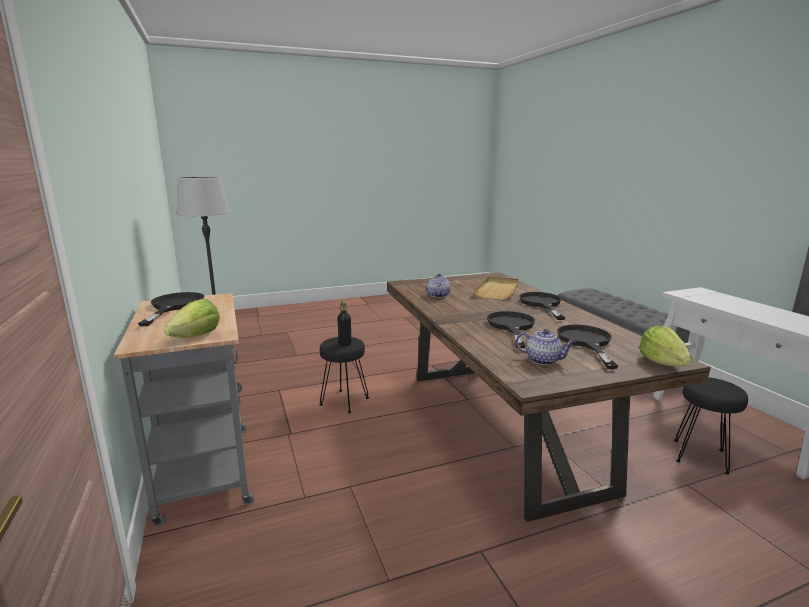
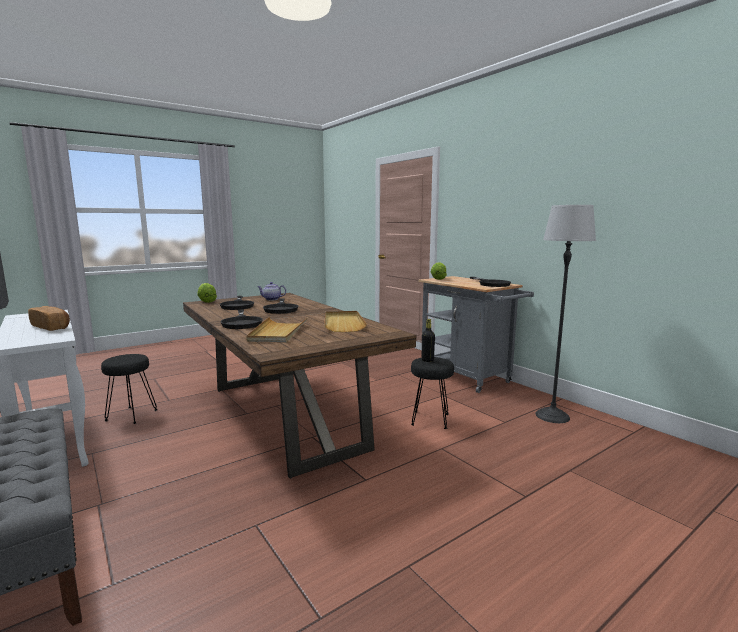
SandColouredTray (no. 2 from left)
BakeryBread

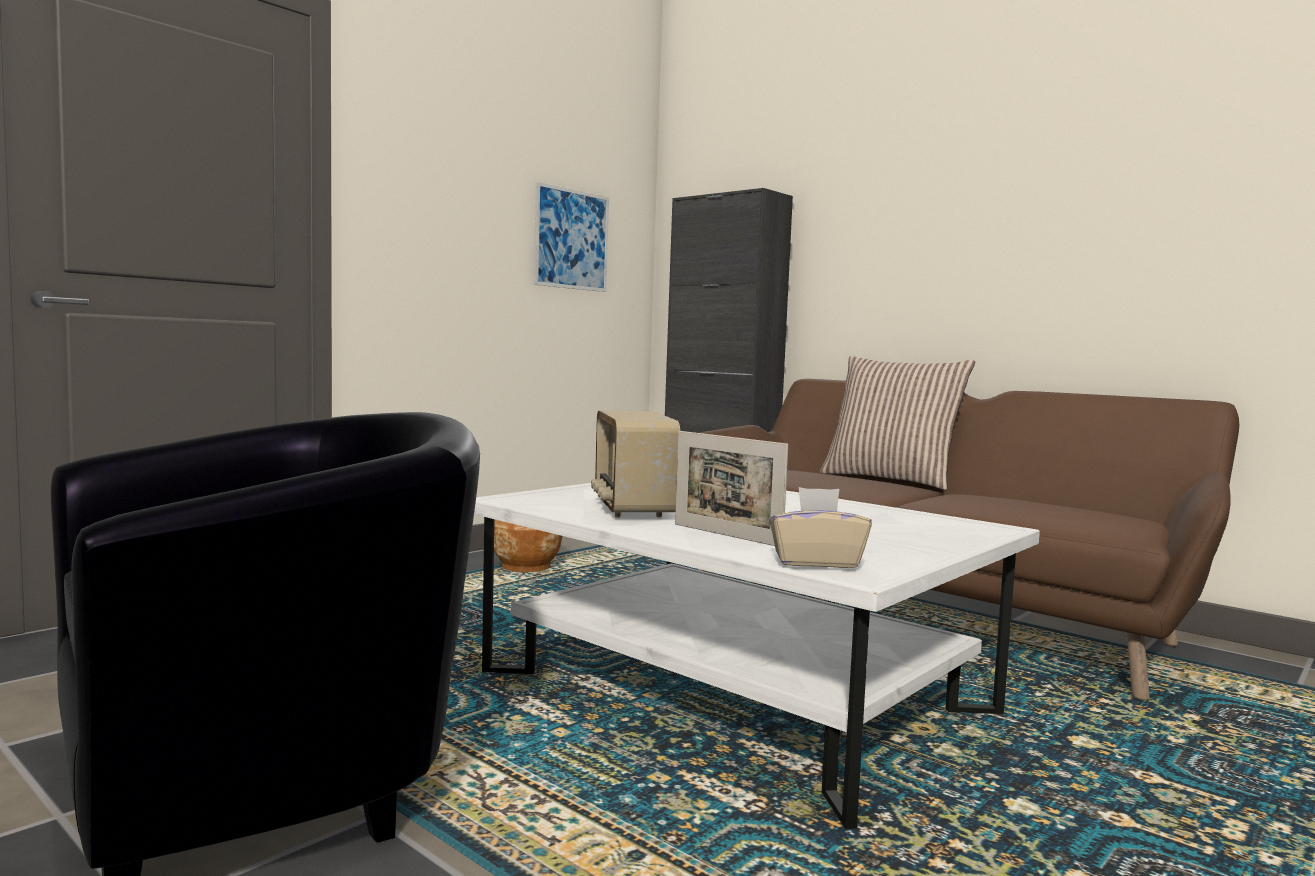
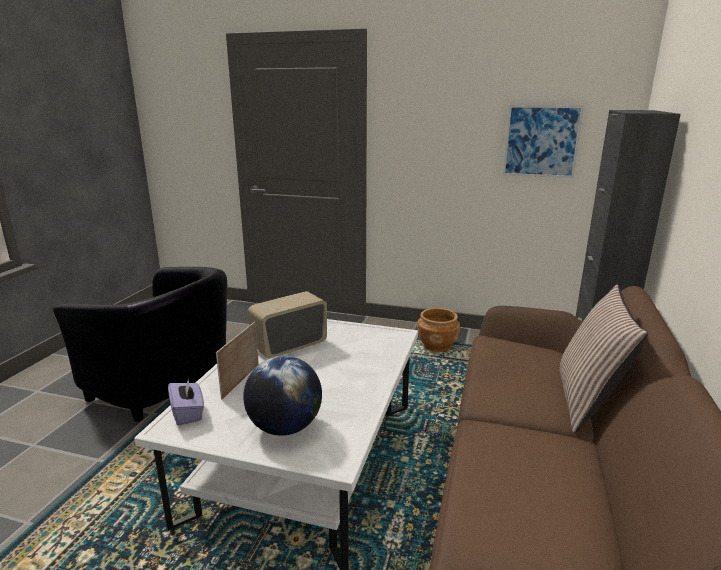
PurpleColouredBoxOfTissues
Globe

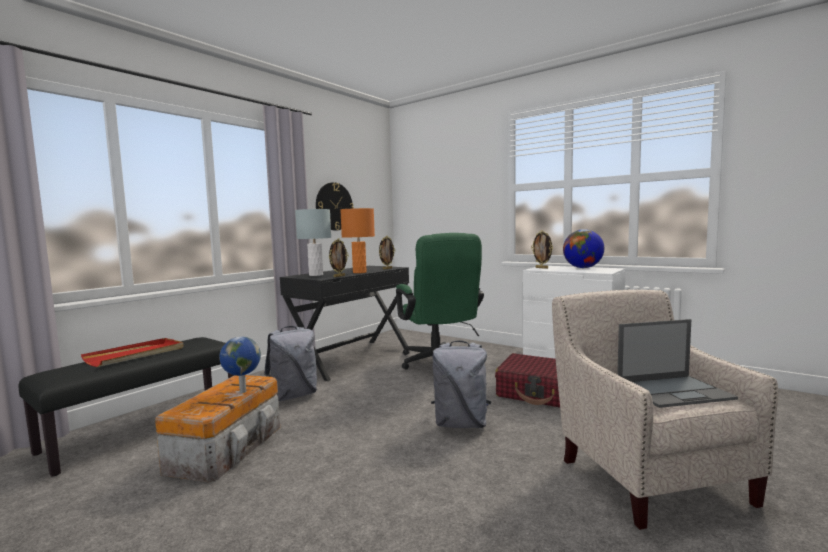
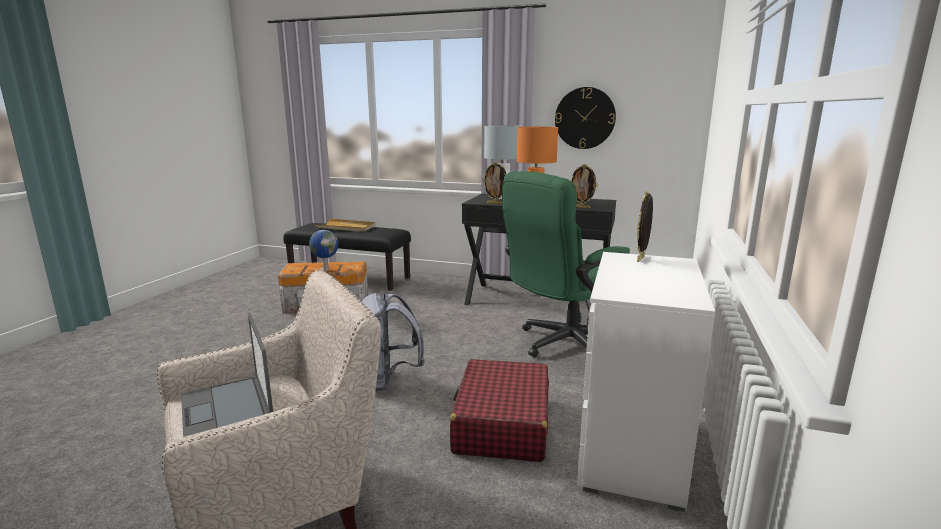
Globe (no. 2 from left in the first image)
GreyKnapsack (no. 1 from left in the first image)
SandColouredTray

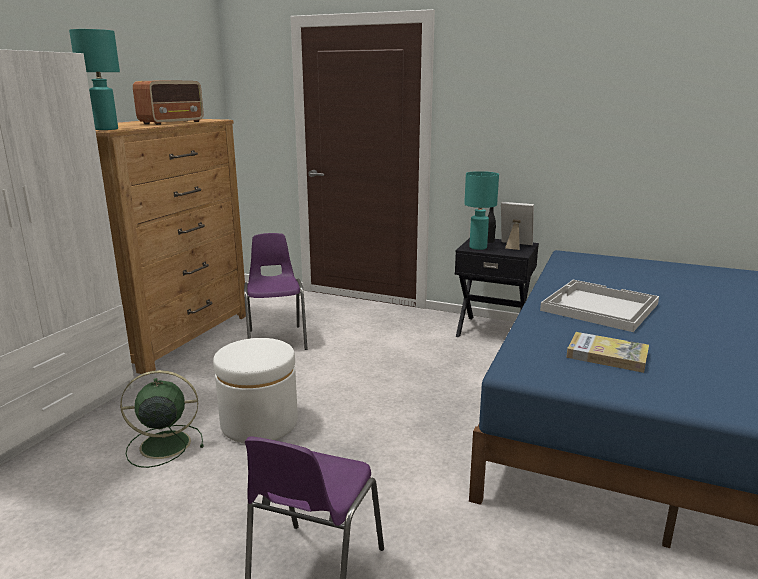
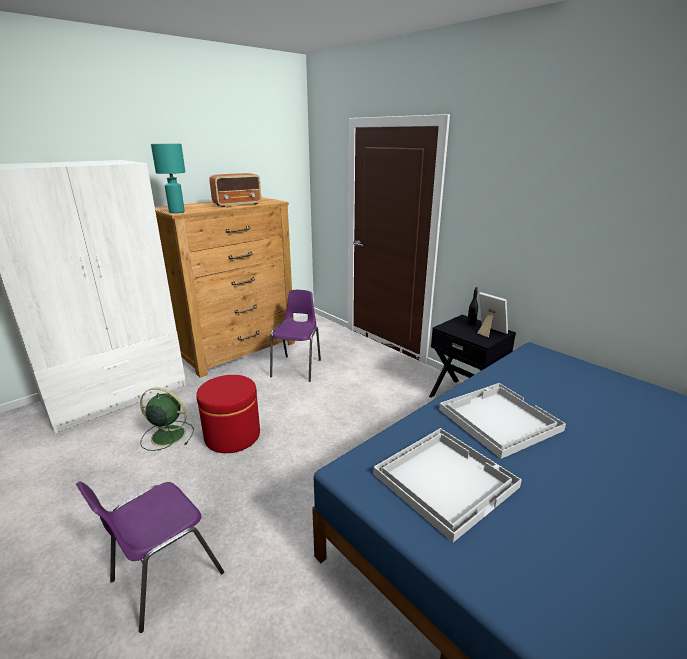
BlueGreenLampForATable (no. 2 from left in the first image)
WhitishTray (no. 1 from left)
ReddishFootrest

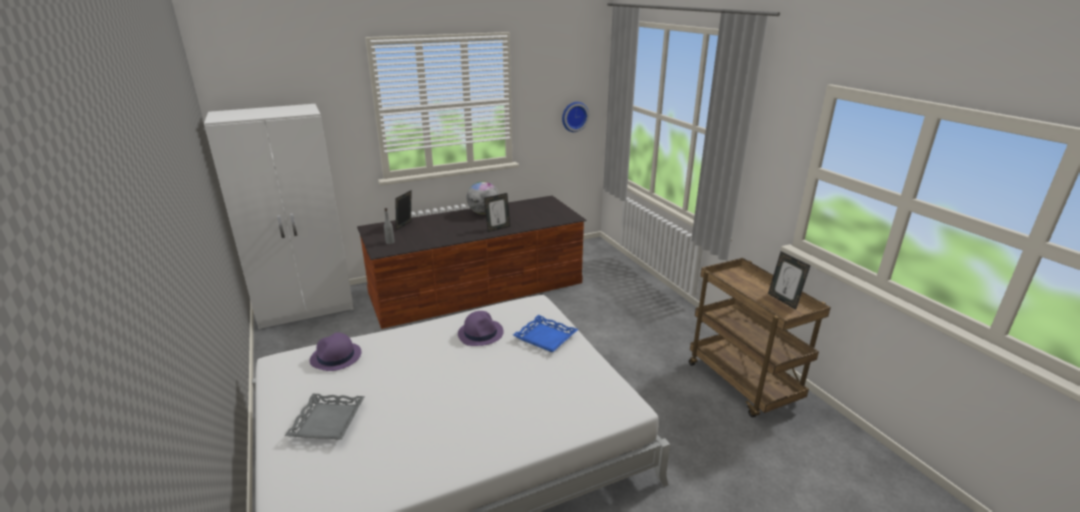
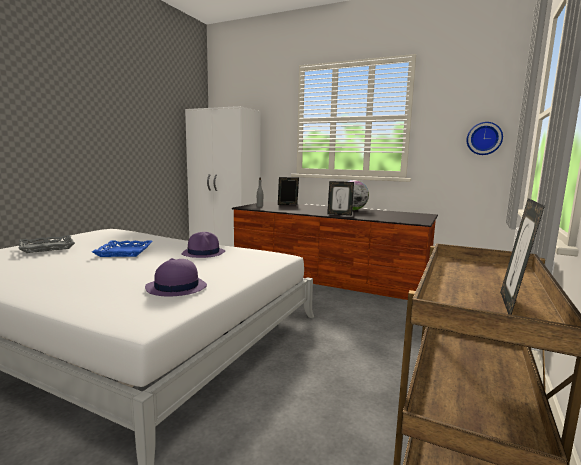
BluishTray
PurpleColouredClothingHat (no. 1 from left)

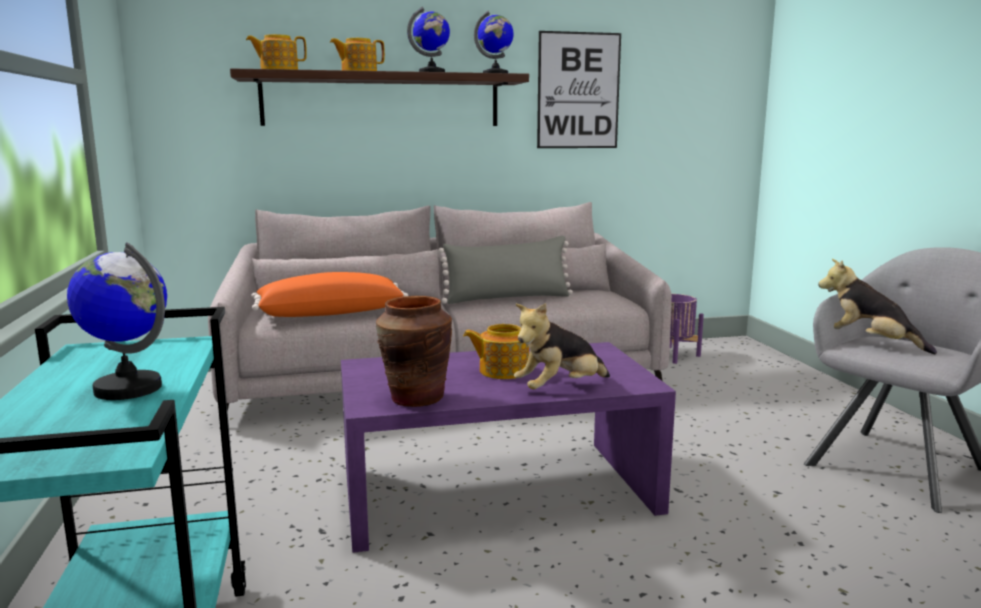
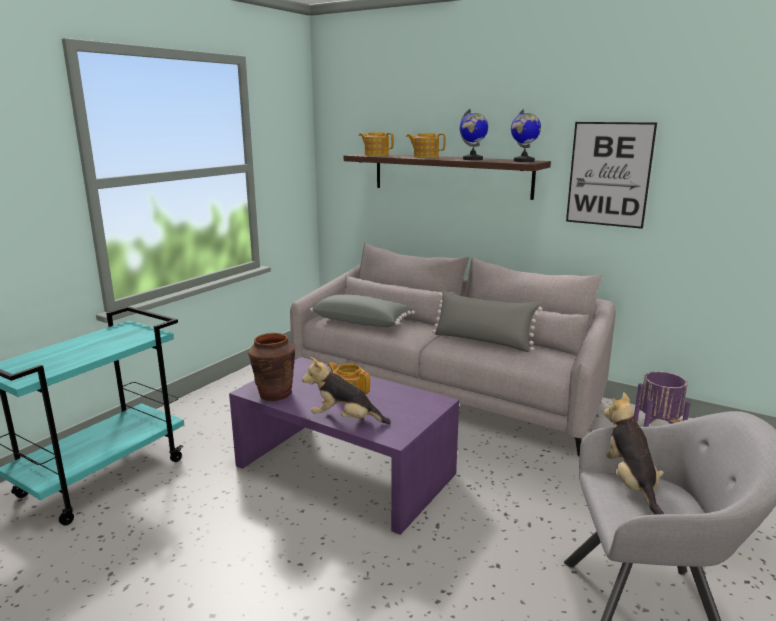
Globe (no. 1 from left in the first image)
GreyThrowPillow (no. 1 from left)

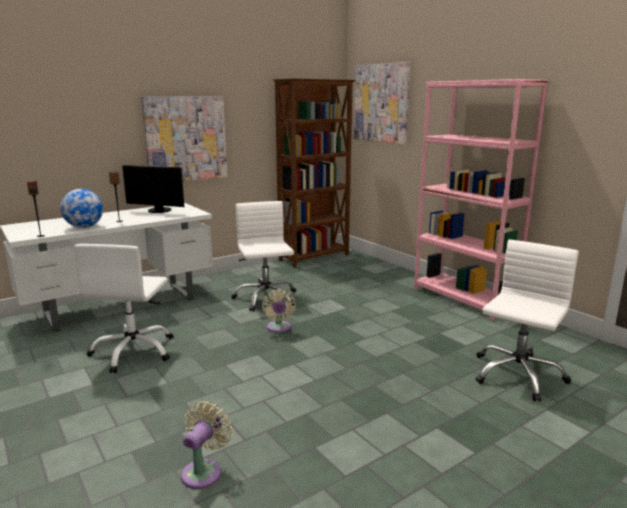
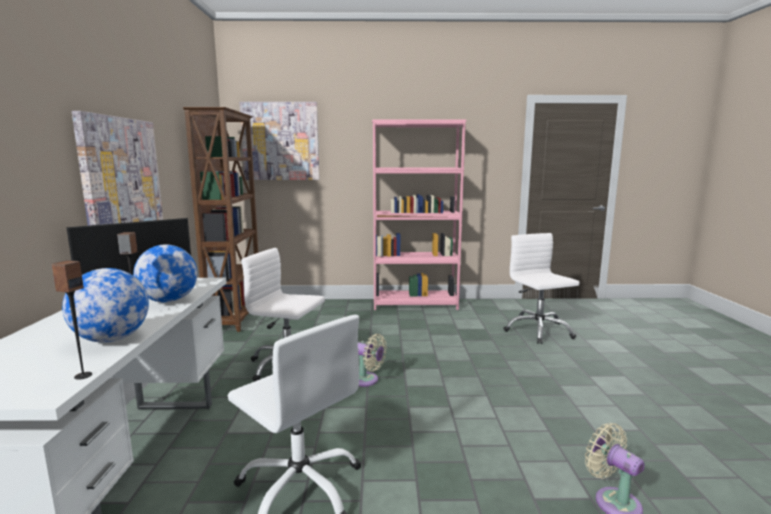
Globe (no. 2 from left)

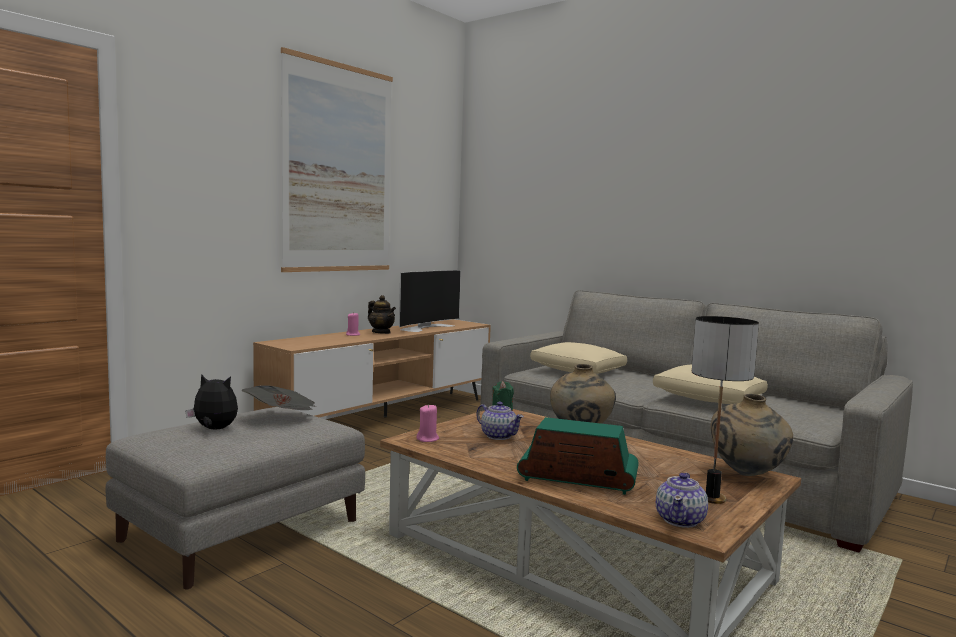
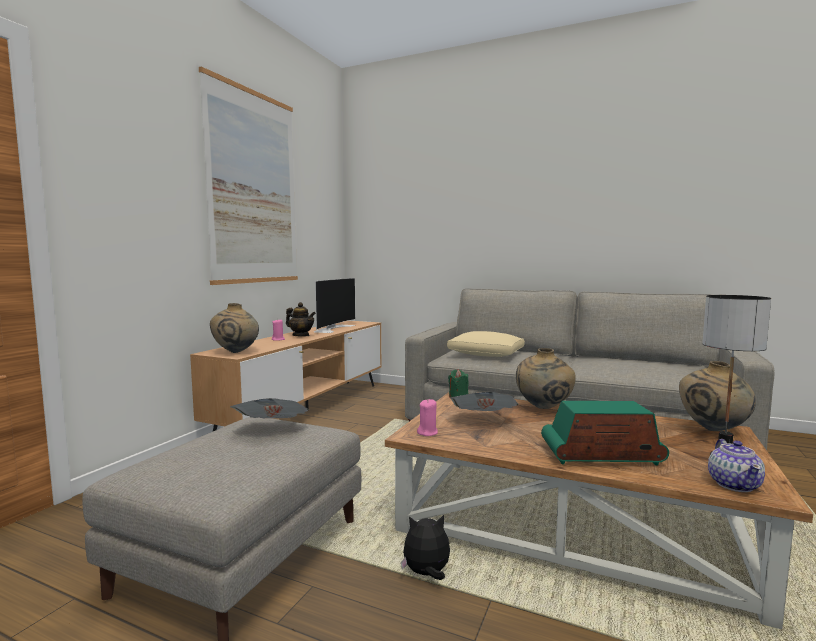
SandColouredThrowPillow (no. 2 from left in the first image)
PlushToy
PrintedPaper (no. 2 from left)
SandColouredDecorativeVase (no. 1 from left)

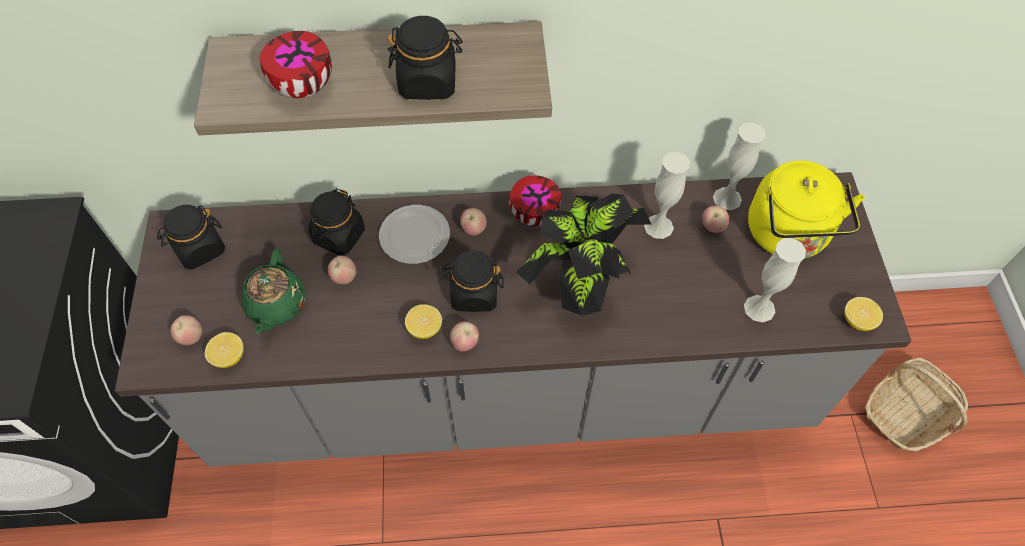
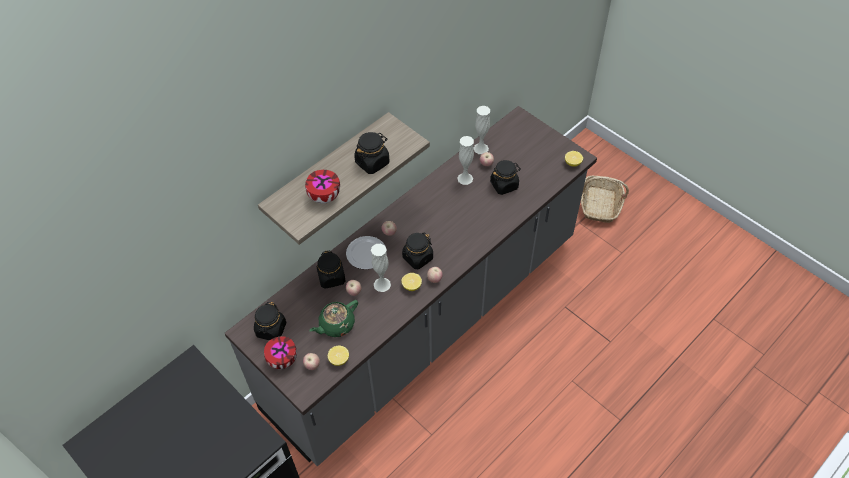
YellowColouredTeaKettle
ServingBowl (no. 1 from left)
PottedPlant
WhitishDecorativeVase (no. 1 from left)
GreenTeapot
BlackColouredJar (no. 5 from left)

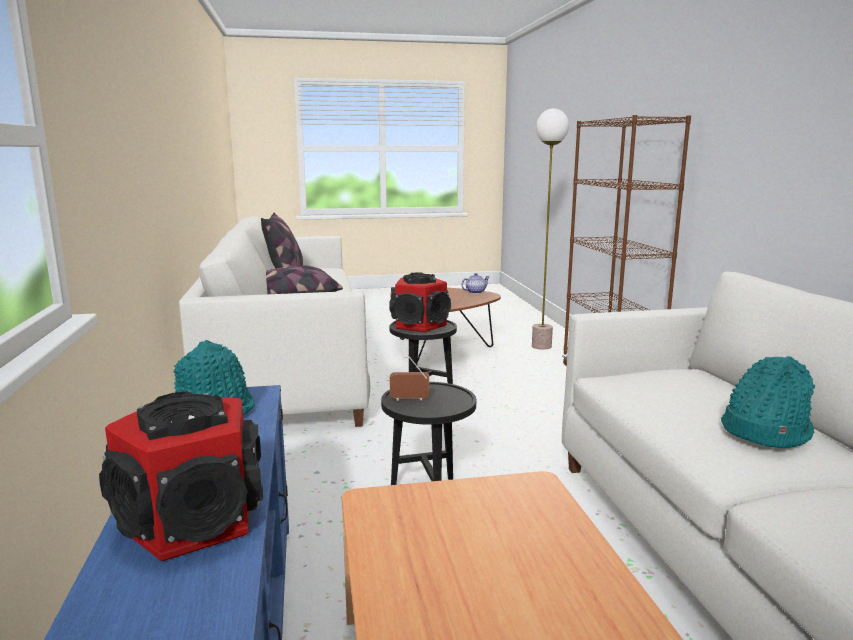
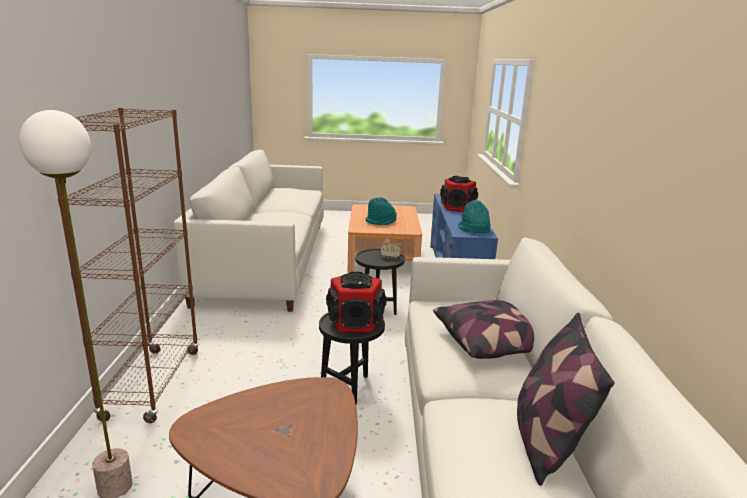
Teapot
BlueGreenClothingHat (no. 1 from left)

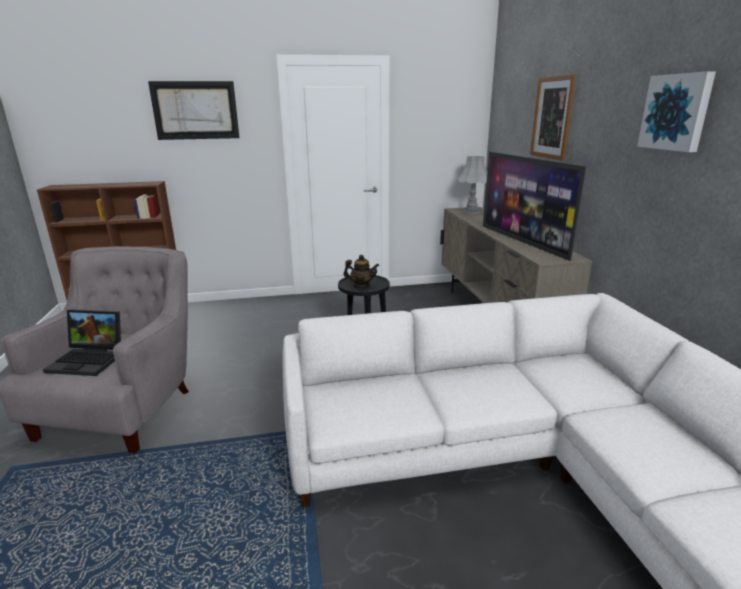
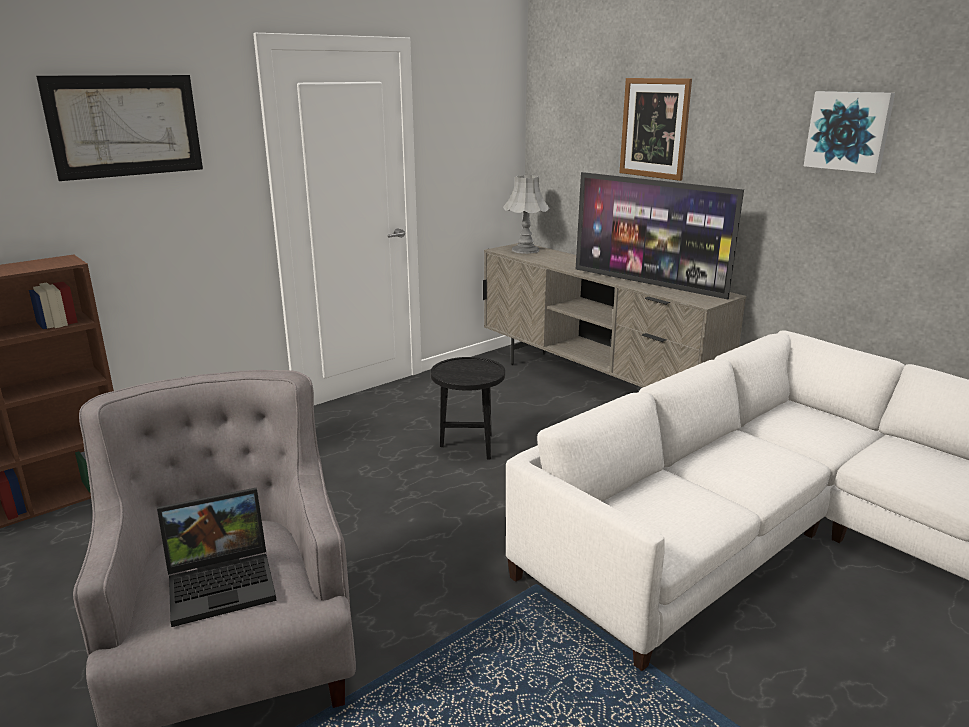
Teapot

